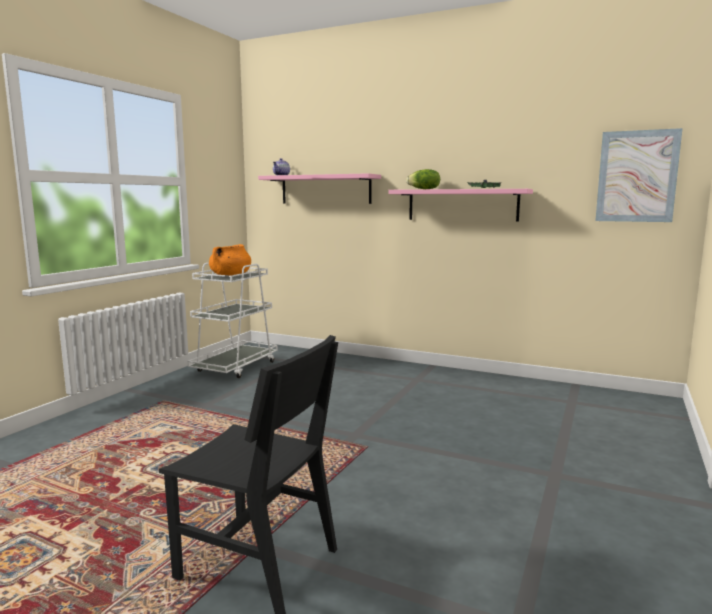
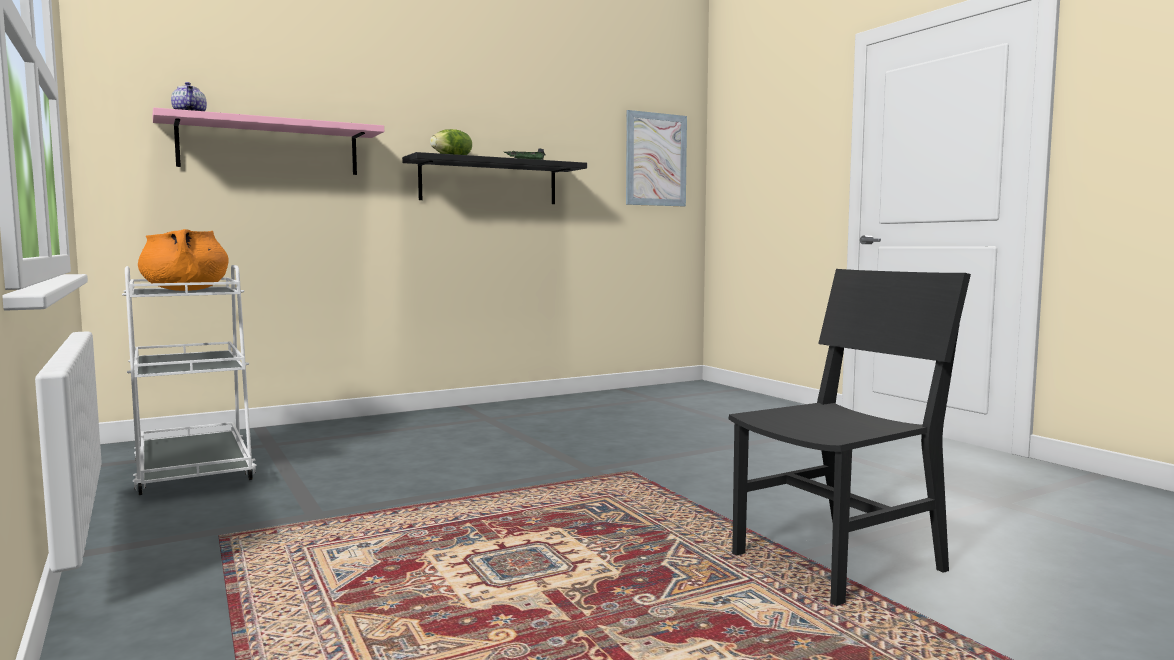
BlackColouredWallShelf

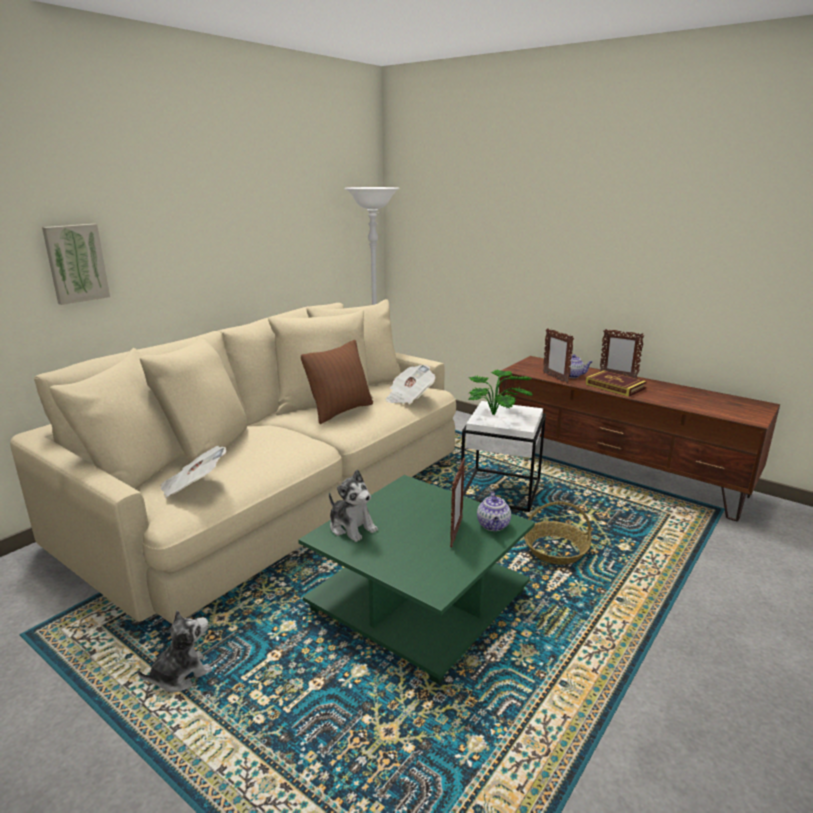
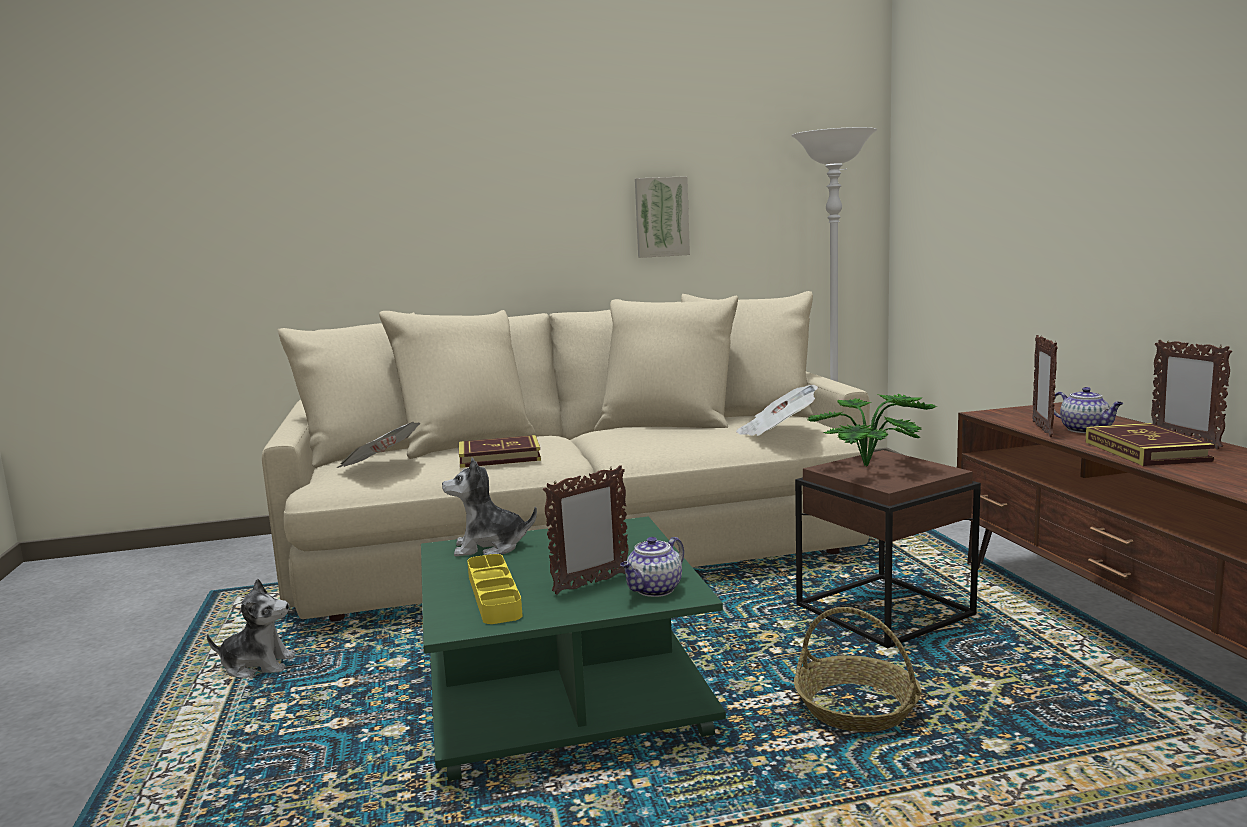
WallPicture
BrownColouredThrowPillow
BrownColouredEndTable
PlushToy (no. 2 from left)
Book (no. 1 from left)
YellowColouredTray

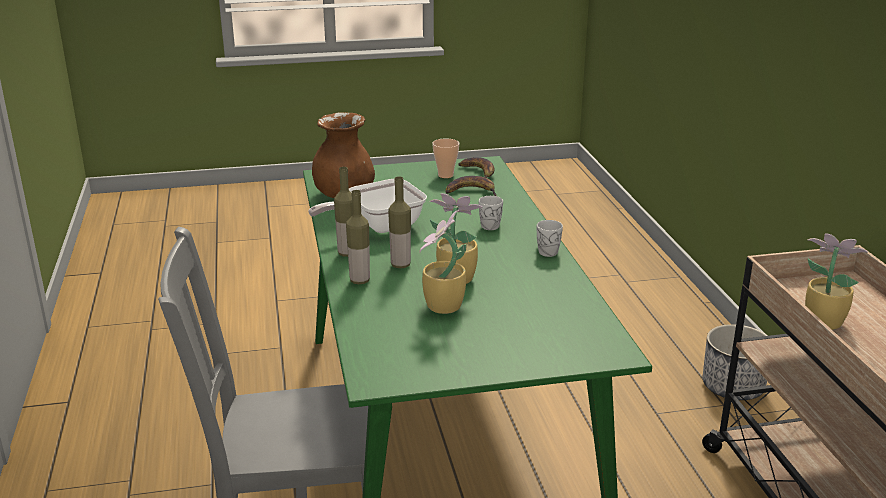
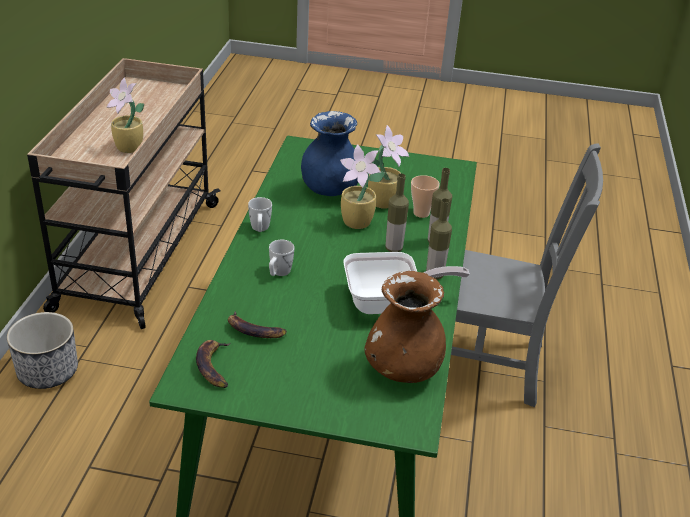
SmallCup
BluishDecorativeVase

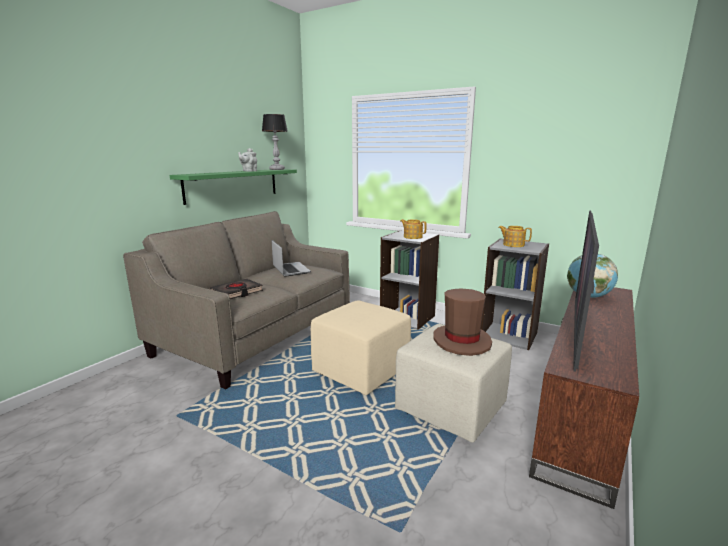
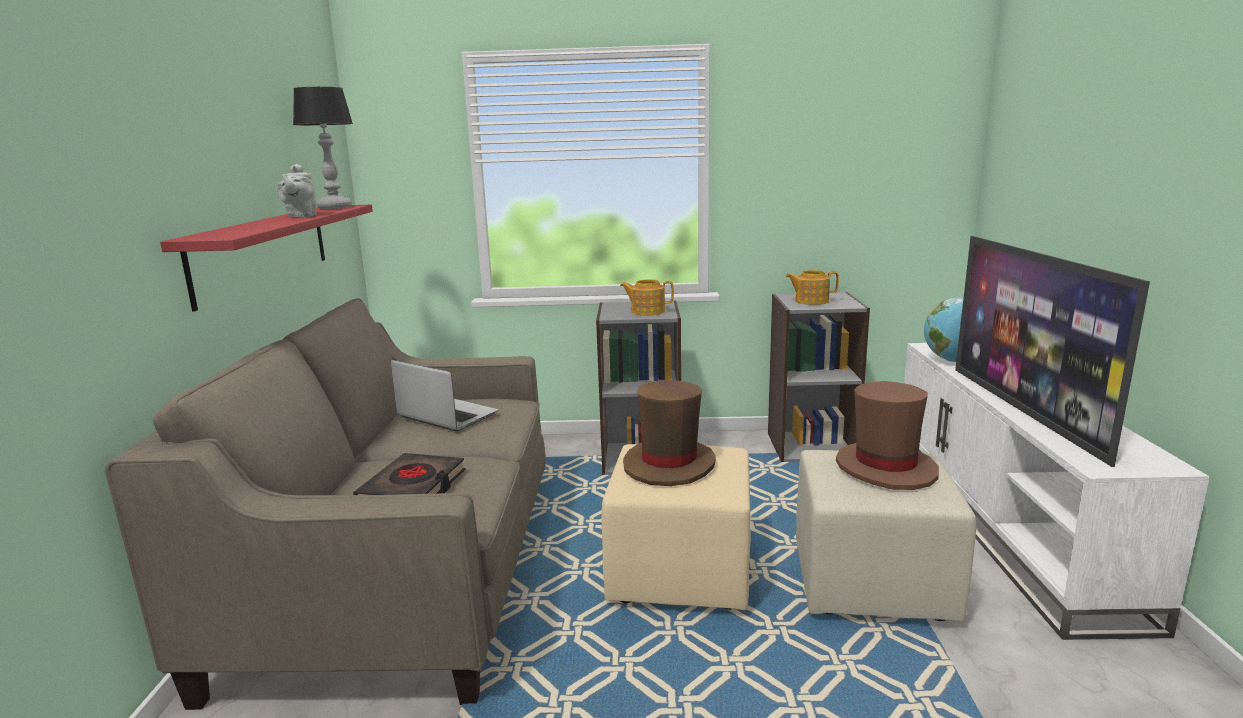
ReddishWallShelf
WhitishTvUnit
BrownColouredClothingHat (no. 1 from left)

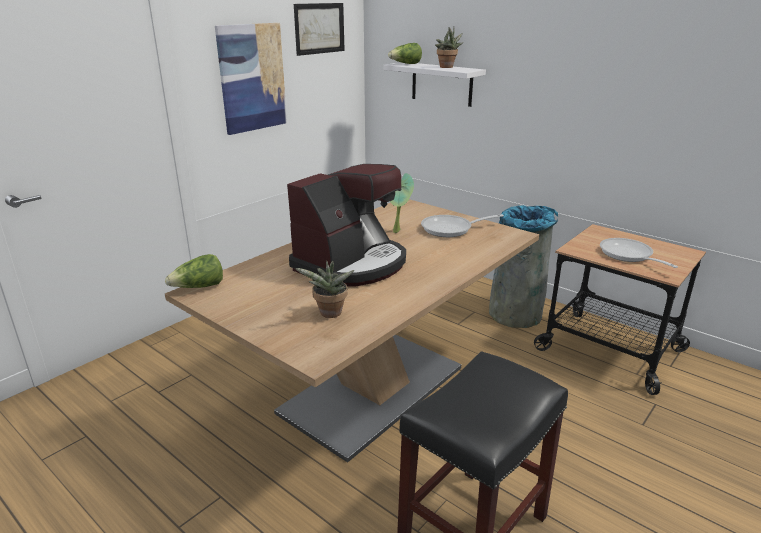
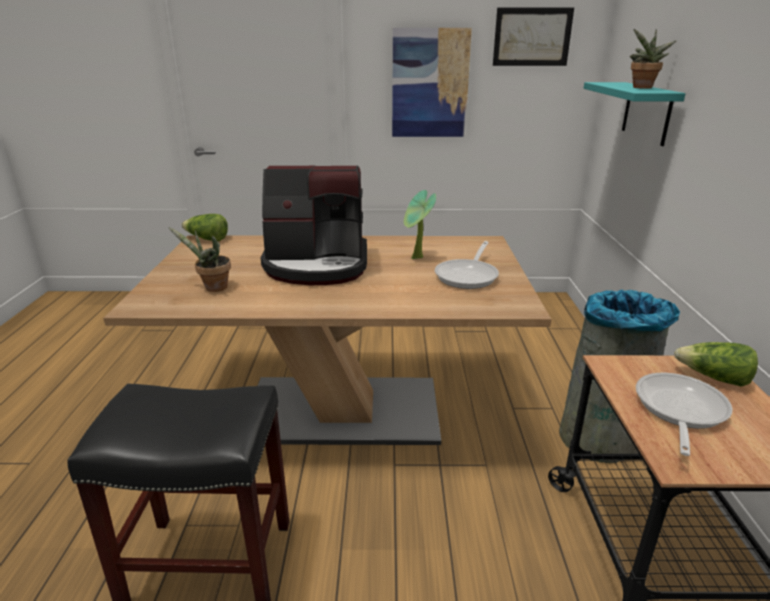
HeadOfLettuce (no. 2 from left)
BlueGreenWallShelf
FryingPan (no. 1 from left)

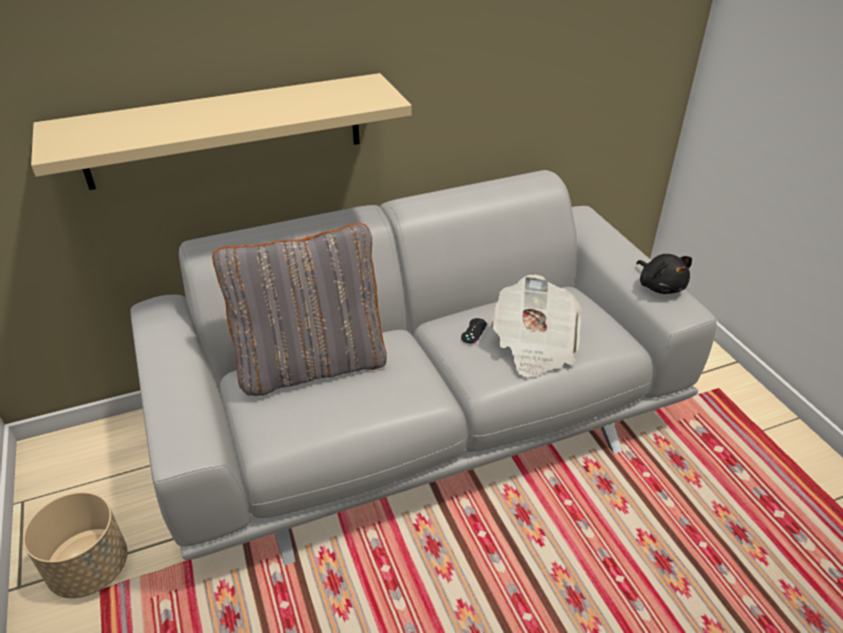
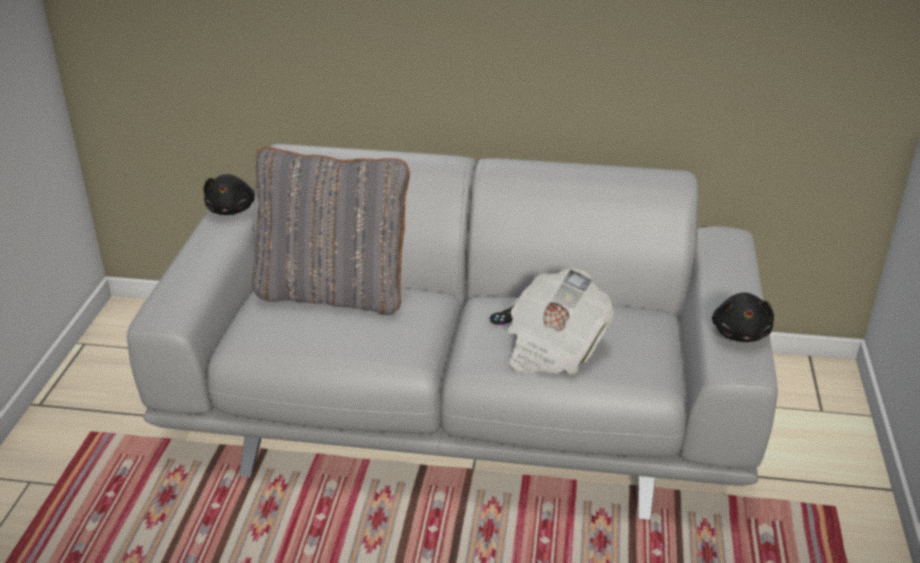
SandColouredWallShelf
SandColouredPlanter
BlackColouredPlushToy (no. 1 from left)

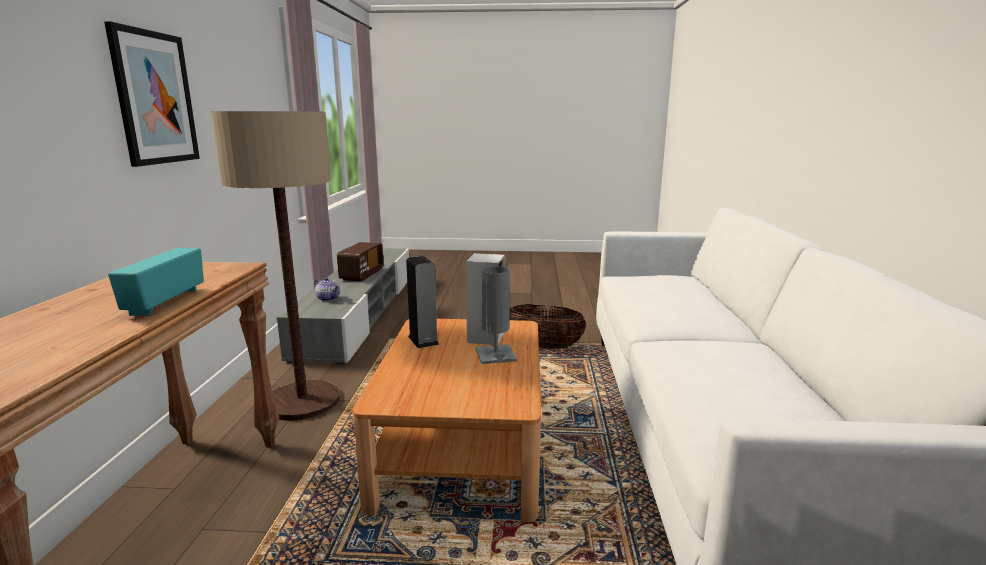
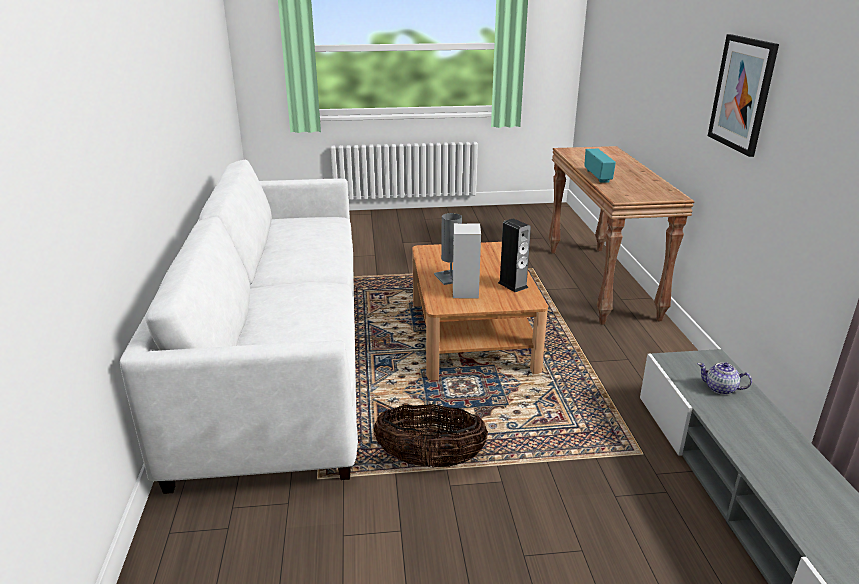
FloorLamp
RadioSet (no. 2 from left in the first image)

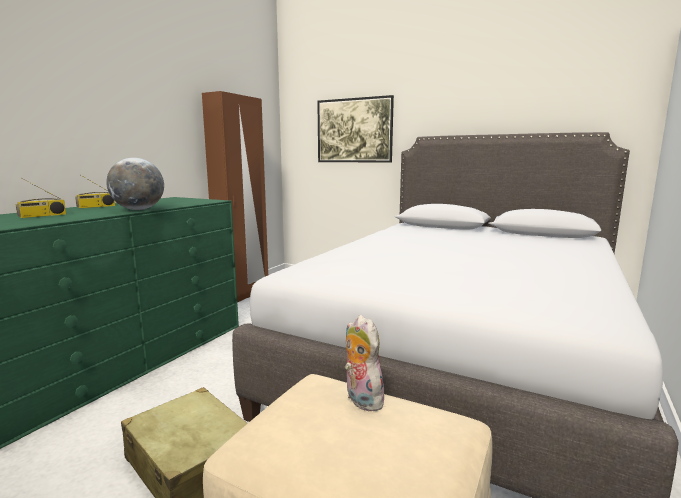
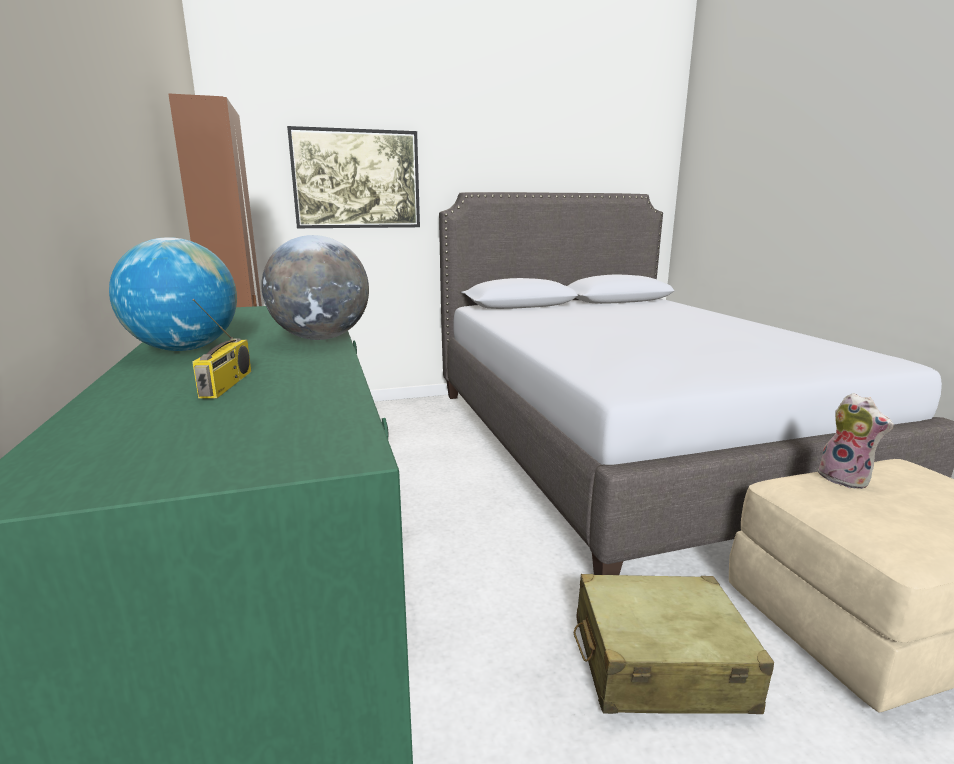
Globe (no. 1 from left)
PlushToy

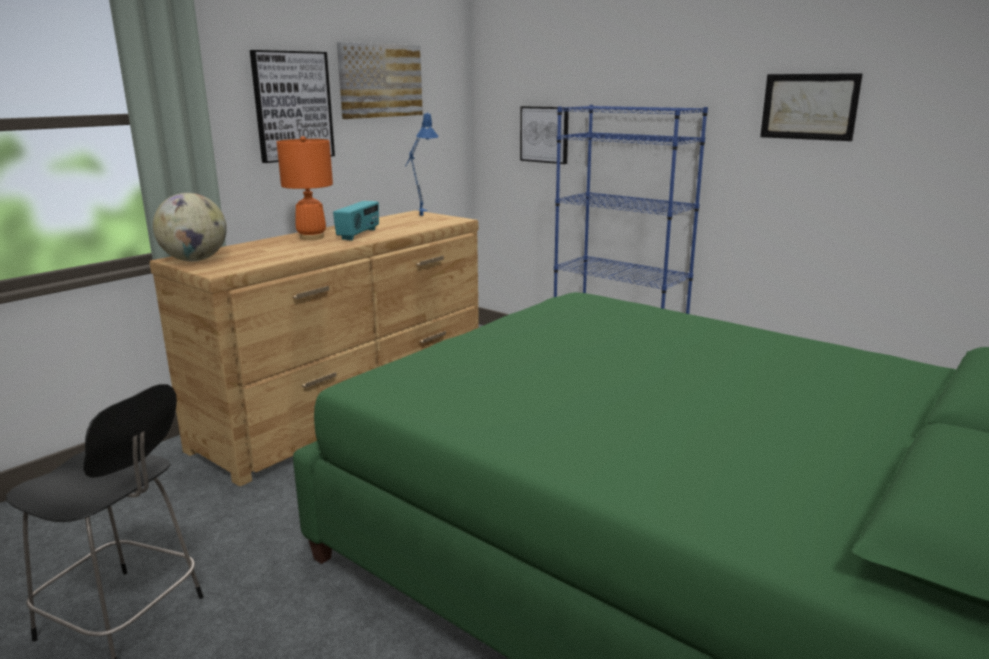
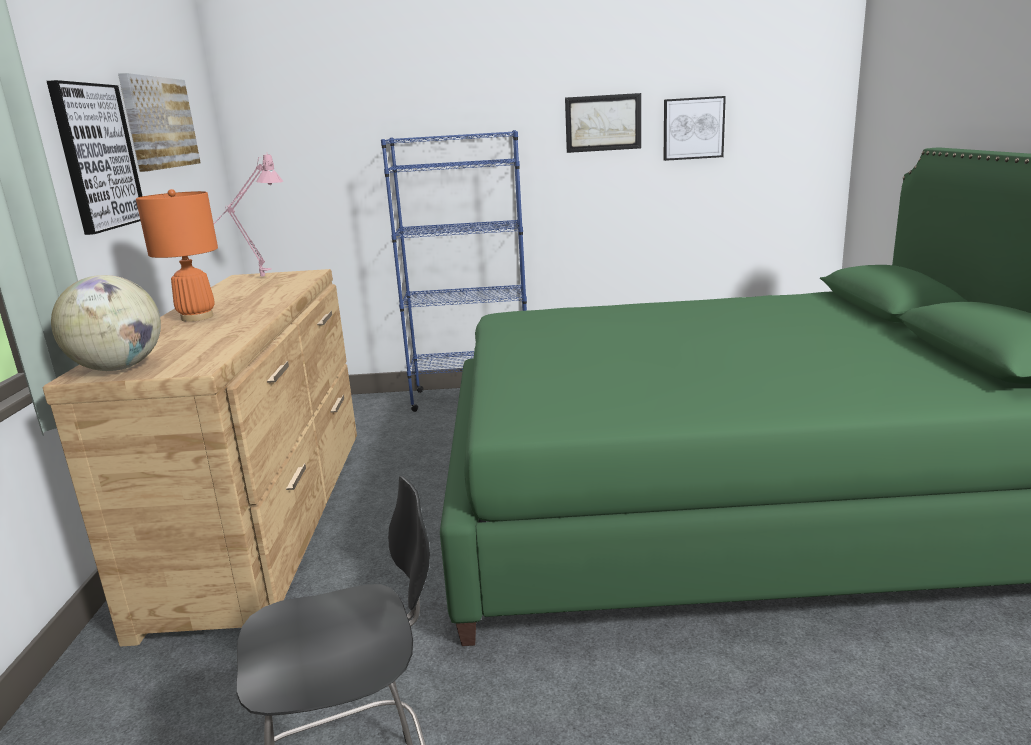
WallPicture (no. 4 from left)
PinkLampForATable
RadioSet

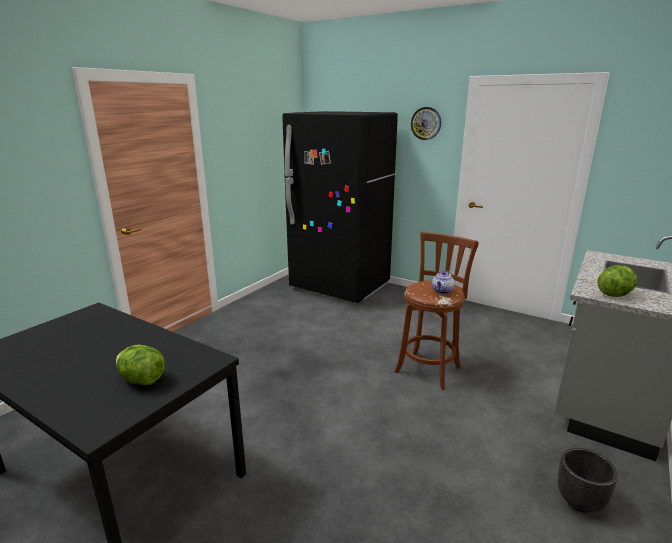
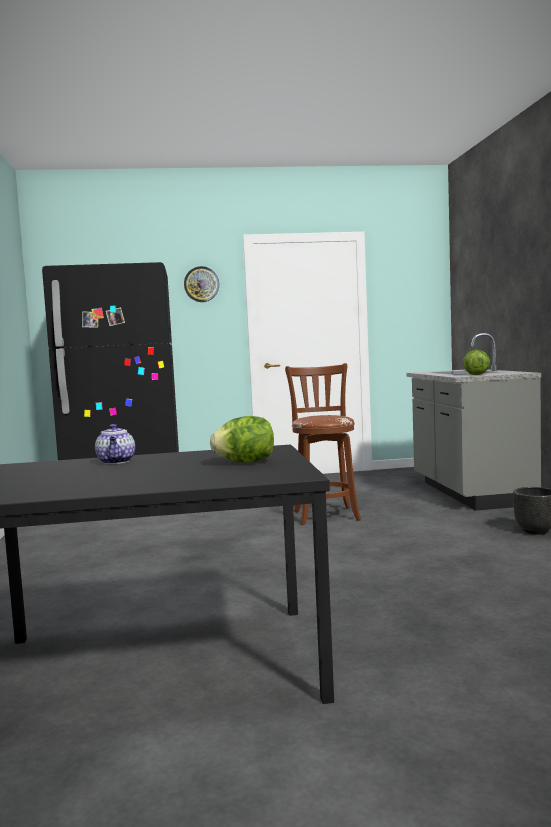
Teapot

